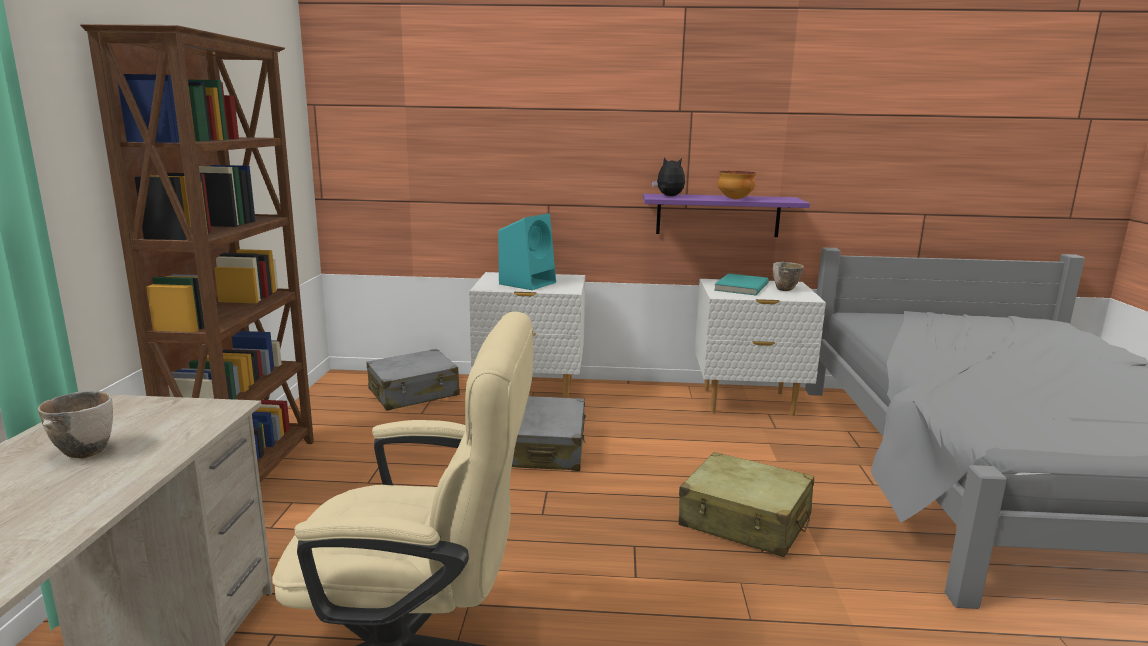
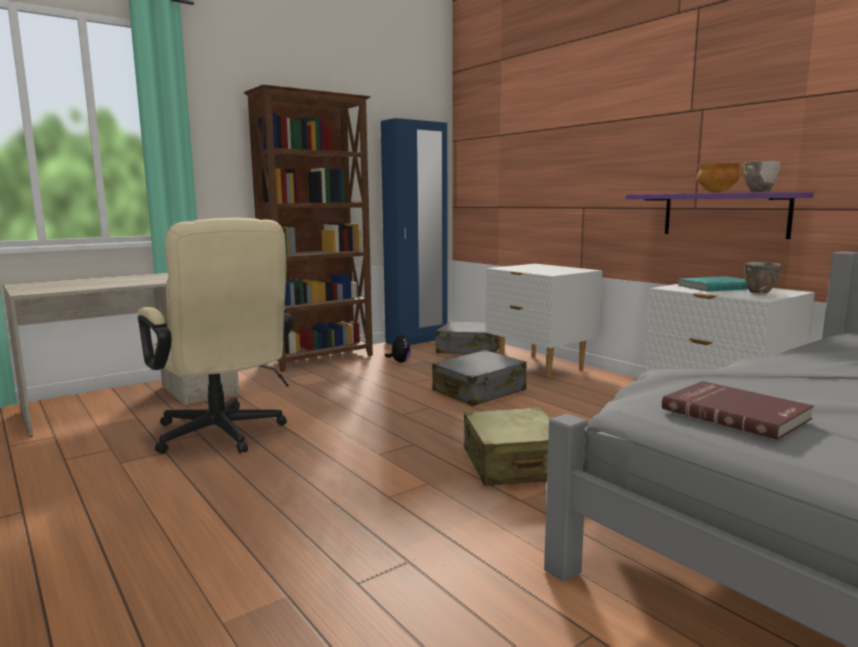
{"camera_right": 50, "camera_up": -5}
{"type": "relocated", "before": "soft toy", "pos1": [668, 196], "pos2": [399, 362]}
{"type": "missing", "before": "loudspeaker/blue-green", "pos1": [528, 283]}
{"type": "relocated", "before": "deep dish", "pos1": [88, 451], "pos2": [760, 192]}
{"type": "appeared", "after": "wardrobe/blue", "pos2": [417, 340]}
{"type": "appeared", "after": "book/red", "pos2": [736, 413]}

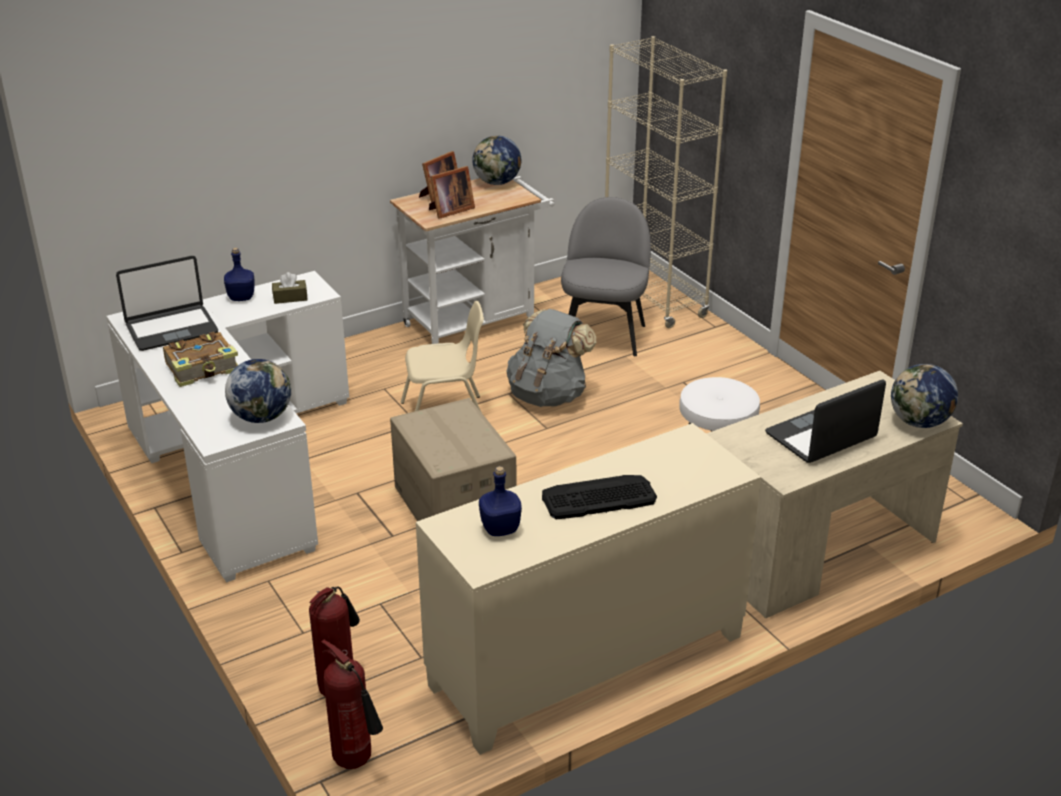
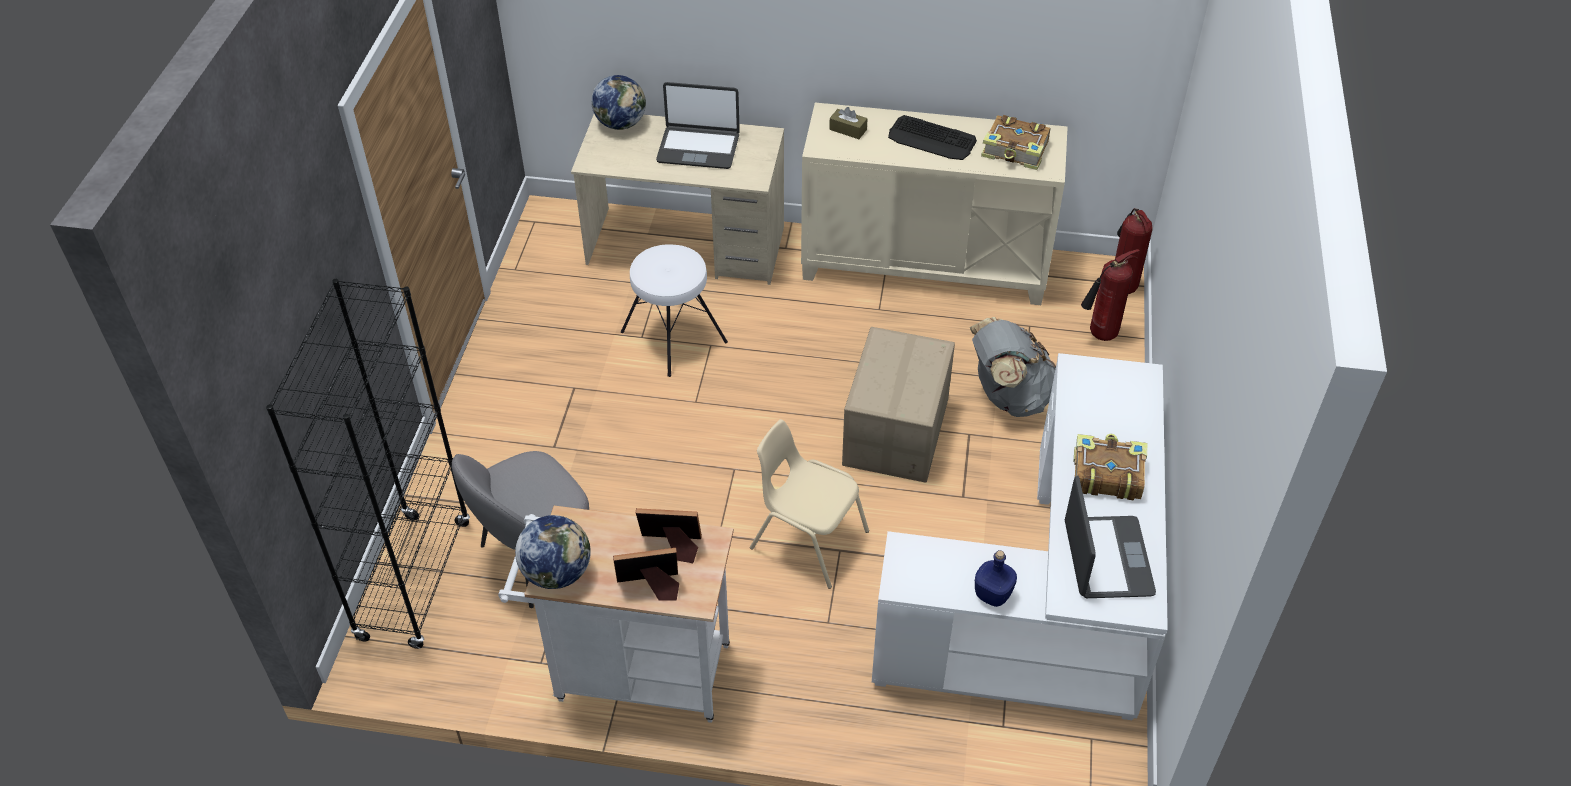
{"camera_right": -140, "camera_up": 15}
{"type": "colour", "before": "shelving unit/beige-coloured", "after": "shelving unit/blackish", "pos1": [654, 299], "pos2": [414, 580]}
{"type": "spun", "before": "portable computer", "pos1": [171, 329], "pos2": [1106, 558], "turn": 75}
{"type": "relocated", "before": "tissue holder/brown-coloured", "pos1": [290, 298], "pos2": [848, 129]}
{"type": "relocated", "before": "backpack/greyish", "pos1": [548, 395], "pos2": [1008, 396]}
{"type": "missing", "before": "globe", "pos1": [261, 417]}
{"type": "exchanged", "before": "beverage bottle/blue", "after": "book", "pos1": [499, 529], "pos2": [1016, 151]}

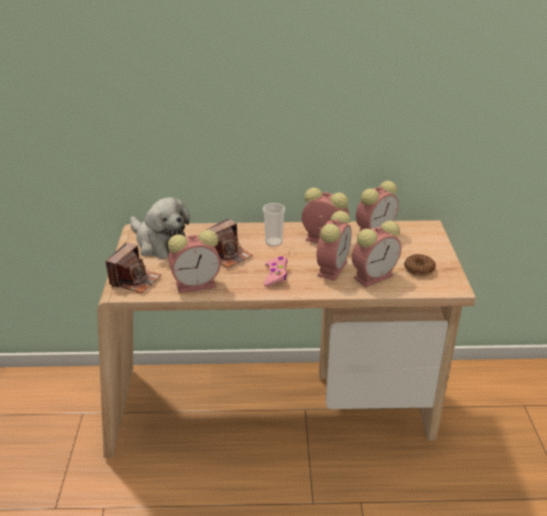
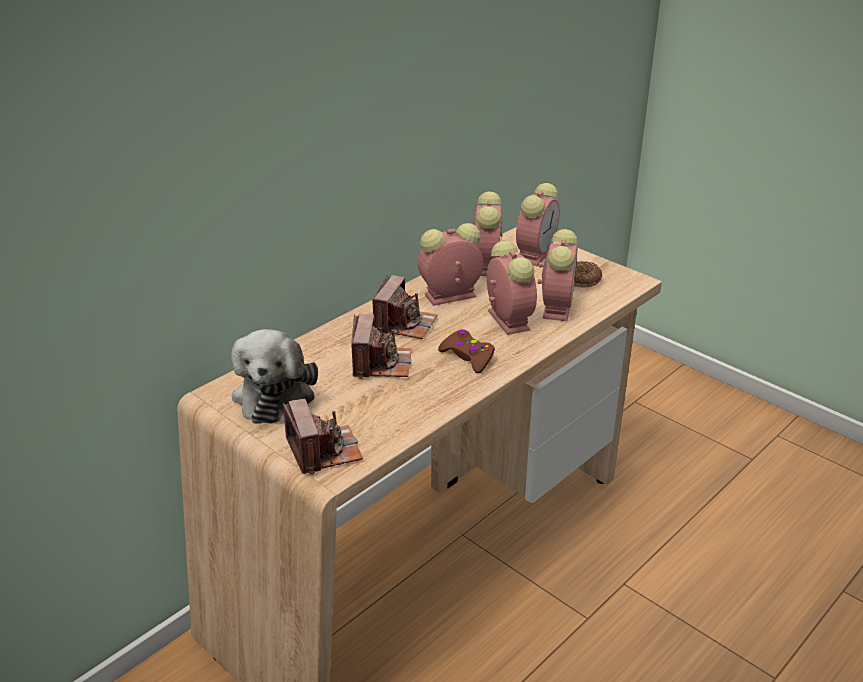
{"camera_right": -45, "camera_up": 0}
{"type": "spun", "before": "soft toy", "pos1": [160, 243], "pos2": [275, 394], "turn": 90}
{"type": "exchanged", "before": "drinking cup", "after": "still camera", "pos1": [273, 242], "pos2": [404, 324]}
{"type": "relocated", "before": "table clock", "pos1": [197, 284], "pos2": [535, 253]}
{"type": "colour", "before": "game controller/pink-coloured", "after": "game controller/brown-coloured", "pos1": [275, 275], "pos2": [468, 357]}

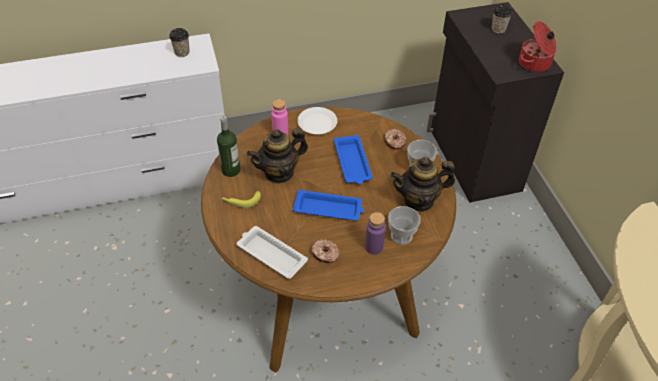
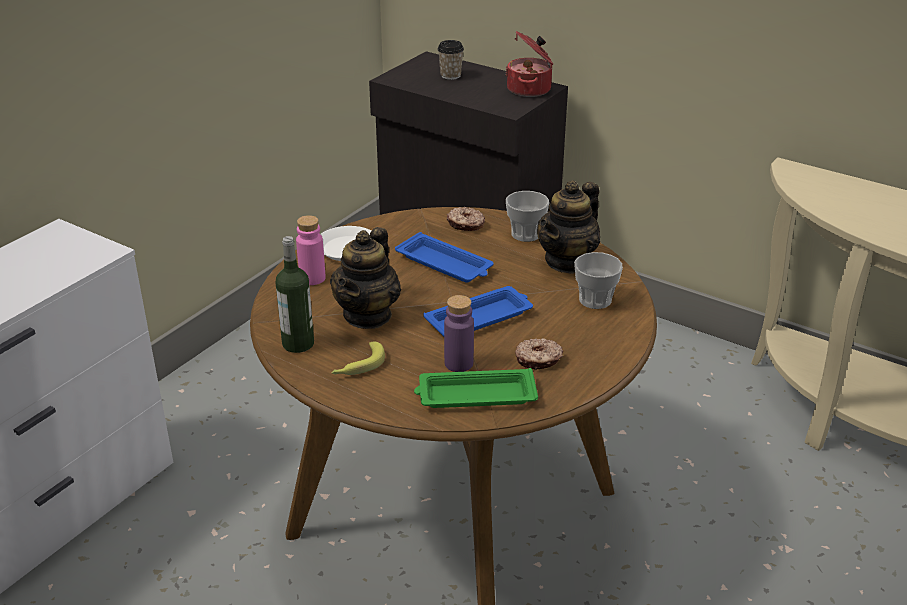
{"camera_right": -40, "camera_up": -15}
{"type": "missing", "before": "drinking cup", "pos1": [182, 52]}
{"type": "relocated", "before": "beverage bottle/purple-coloured", "pos1": [374, 247], "pos2": [458, 363]}
{"type": "colour", "before": "tray/whitish", "after": "tray/greenish", "pos1": [270, 254], "pos2": [474, 395]}

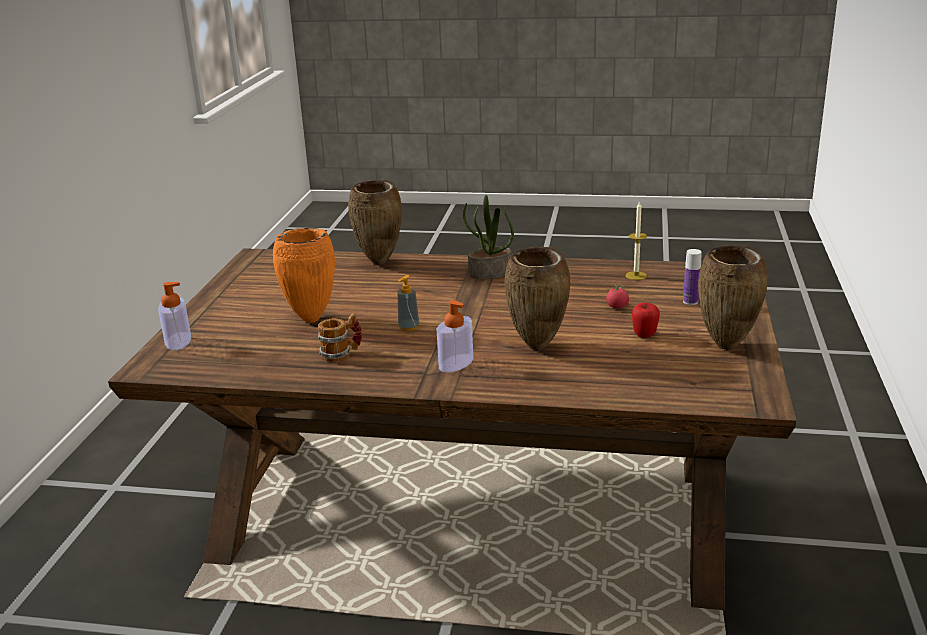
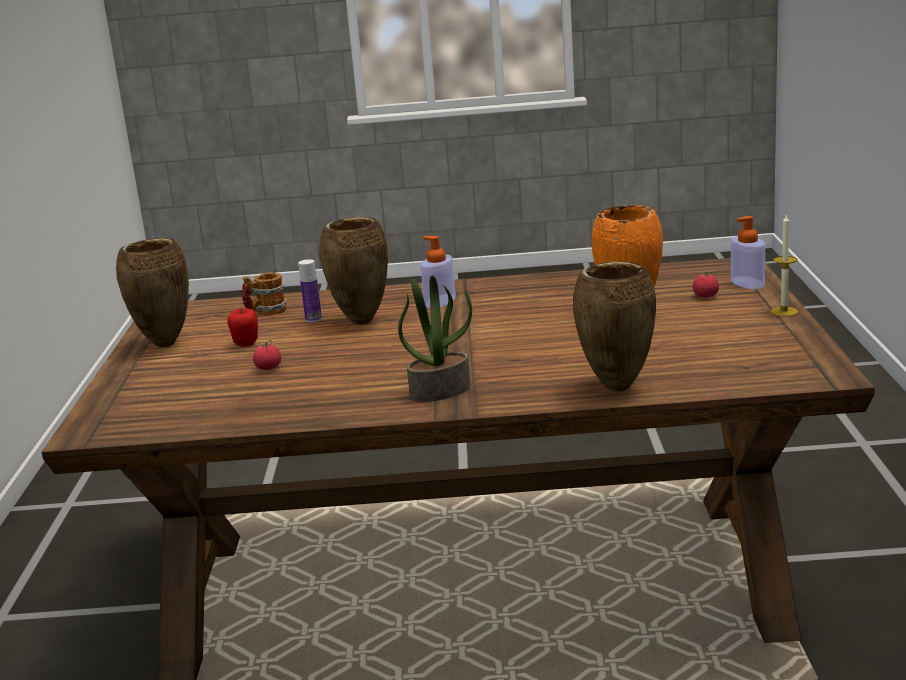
{"camera_right": 170, "camera_up": -5}
{"type": "relocated", "before": "candle", "pos1": [636, 275], "pos2": [784, 311]}
{"type": "relocated", "before": "beverage bottle", "pos1": [690, 301], "pos2": [313, 319]}
{"type": "missing", "before": "soap bottle", "pos1": [408, 327]}
{"type": "relocated", "before": "tea mug", "pos1": [341, 354], "pos2": [265, 312]}
{"type": "appeared", "after": "tomato", "pos2": [705, 296]}

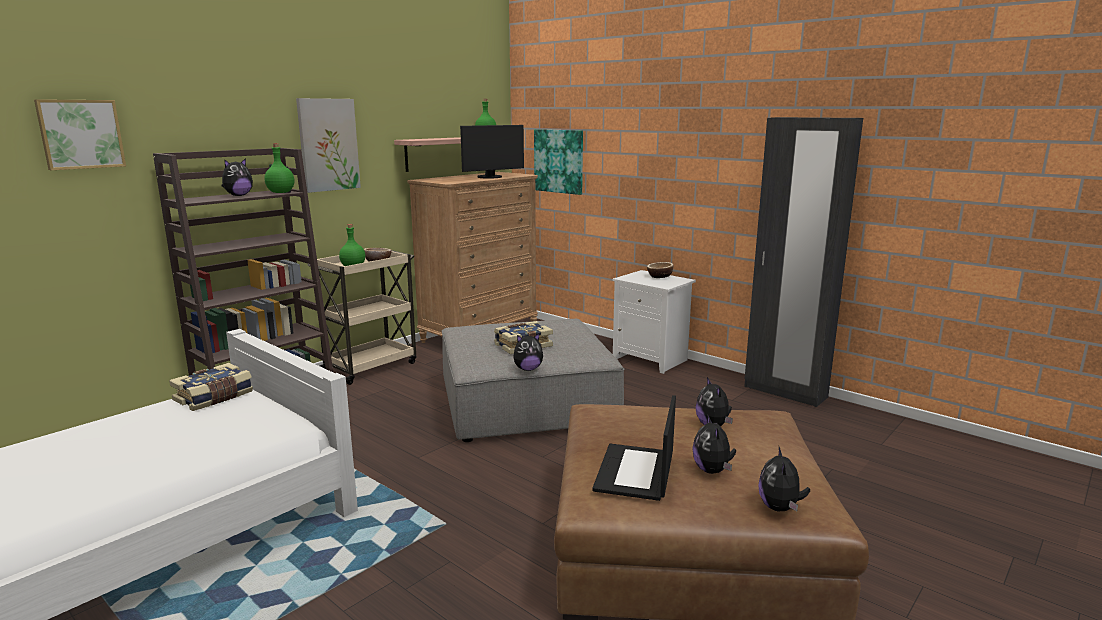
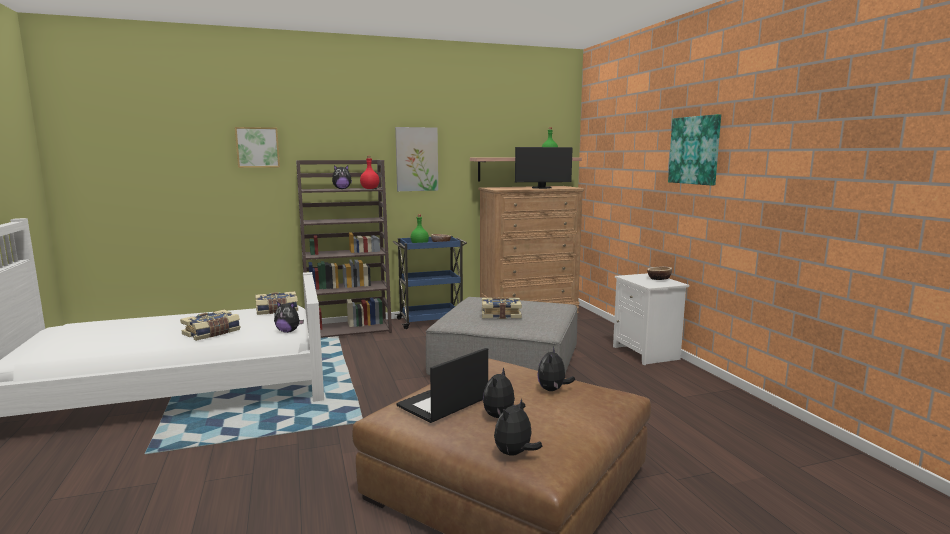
{"camera_right": 30, "camera_up": -5}
{"type": "missing", "before": "wardrobe/blackish", "pos1": [785, 392]}
{"type": "relocated", "before": "picture", "pos1": [559, 161], "pos2": [695, 150]}
{"type": "colour", "before": "beverage bottle/greenish", "after": "beverage bottle/red", "pos1": [281, 192], "pos2": [370, 188]}
{"type": "colour", "before": "wheeled cart/beige-coloured", "after": "wheeled cart/blue", "pos1": [371, 366], "pos2": [431, 321]}
{"type": "relocated", "before": "soft toy", "pos1": [528, 369], "pos2": [288, 331]}
{"type": "appeared", "after": "book", "pos2": [212, 333]}

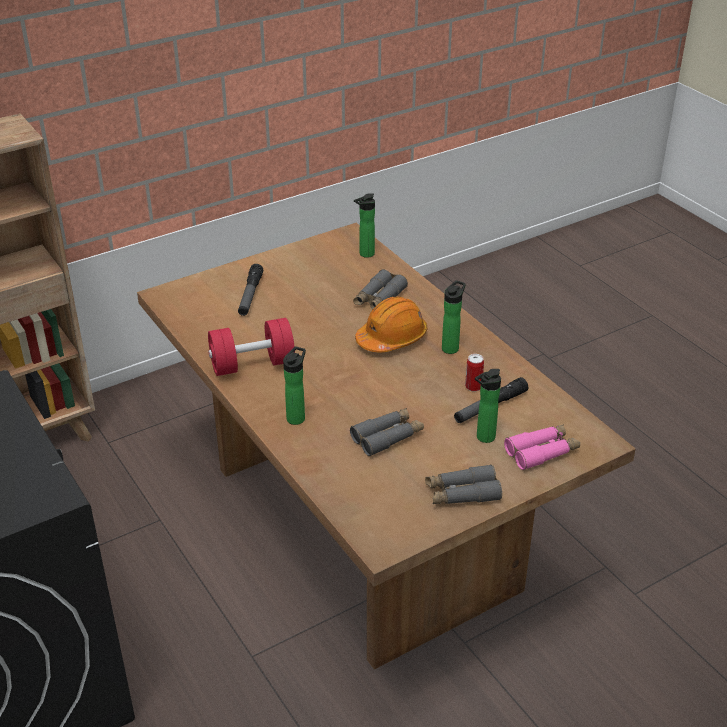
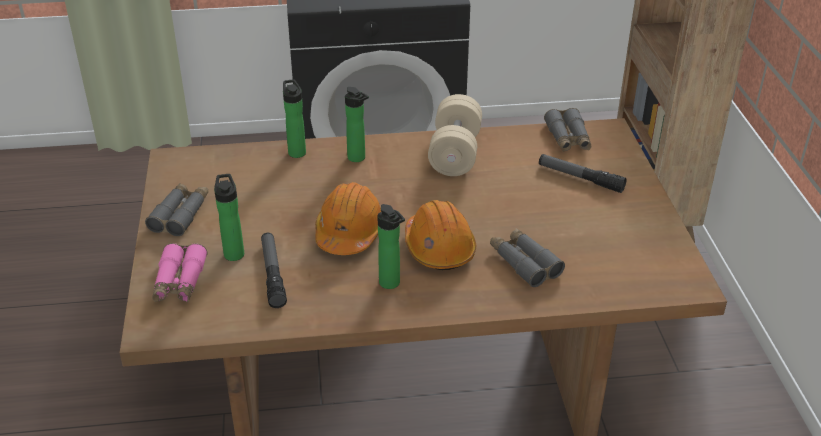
{"camera_right": 115, "camera_up": 0}
{"type": "relocated", "before": "beverage bottle", "pos1": [365, 254], "pos2": [296, 151]}
{"type": "colour", "before": "hand weight/red", "after": "hand weight/beige-coloured", "pos1": [252, 364], "pos2": [455, 154]}
{"type": "missing", "before": "sealed can", "pos1": [473, 387]}
{"type": "relocated", "before": "pair of binoculars/greyish", "pos1": [387, 437], "pos2": [568, 138]}
{"type": "appeared", "after": "work helmet/orangey", "pos2": [349, 232]}

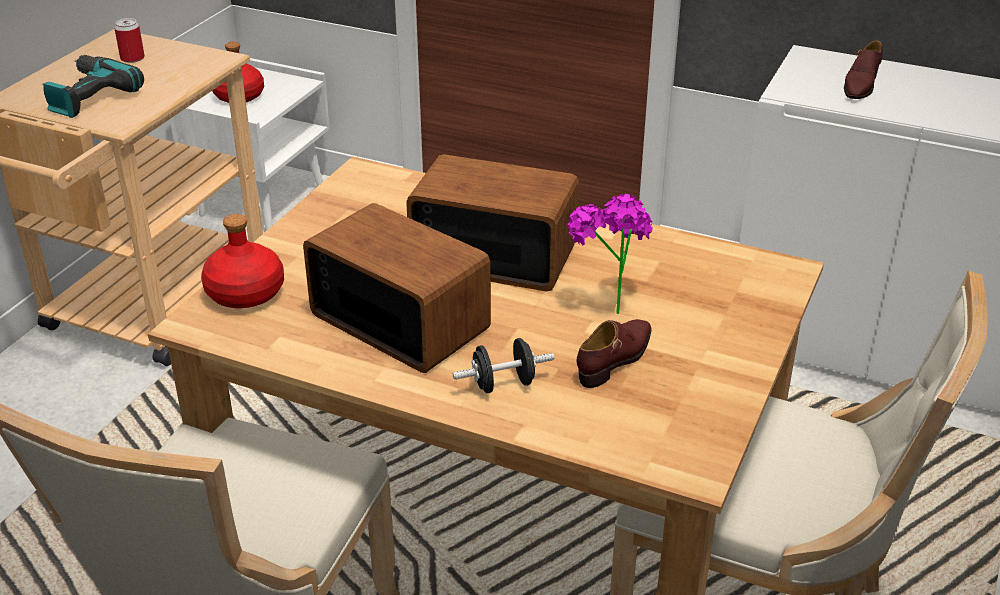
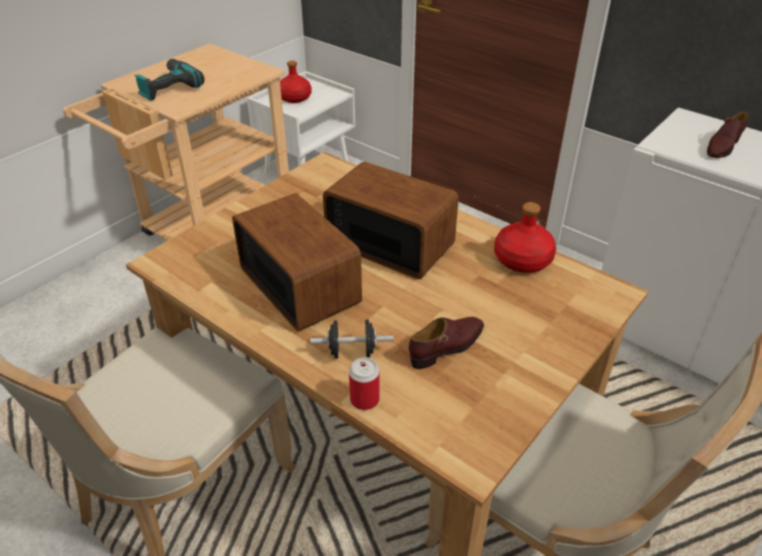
{"camera_right": 15, "camera_up": 5}
{"type": "relocated", "before": "sealed can", "pos1": [132, 58], "pos2": [364, 399]}
{"type": "missing", "before": "houseplant", "pos1": [607, 305]}
{"type": "relocated", "before": "beverage bottle/red", "pos1": [245, 293], "pos2": [522, 260]}

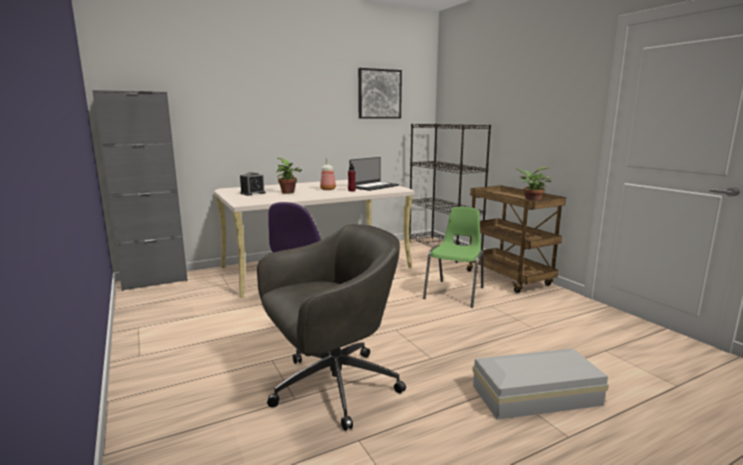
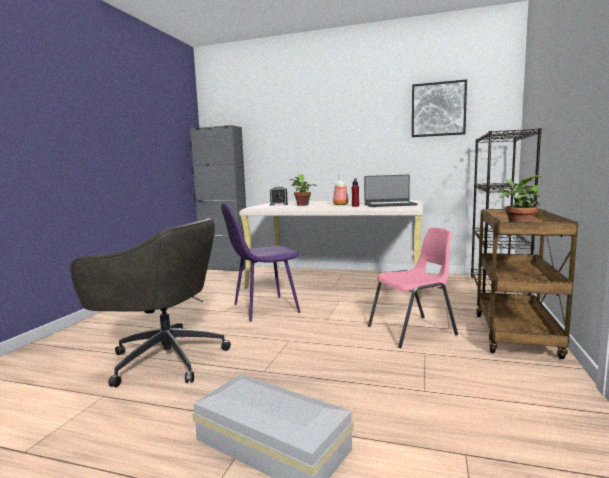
{"camera_right": 45, "camera_up": -5}
{"type": "colour", "before": "plain chair/greenish", "after": "plain chair/pink-coloured", "pos1": [455, 293], "pos2": [413, 331]}

